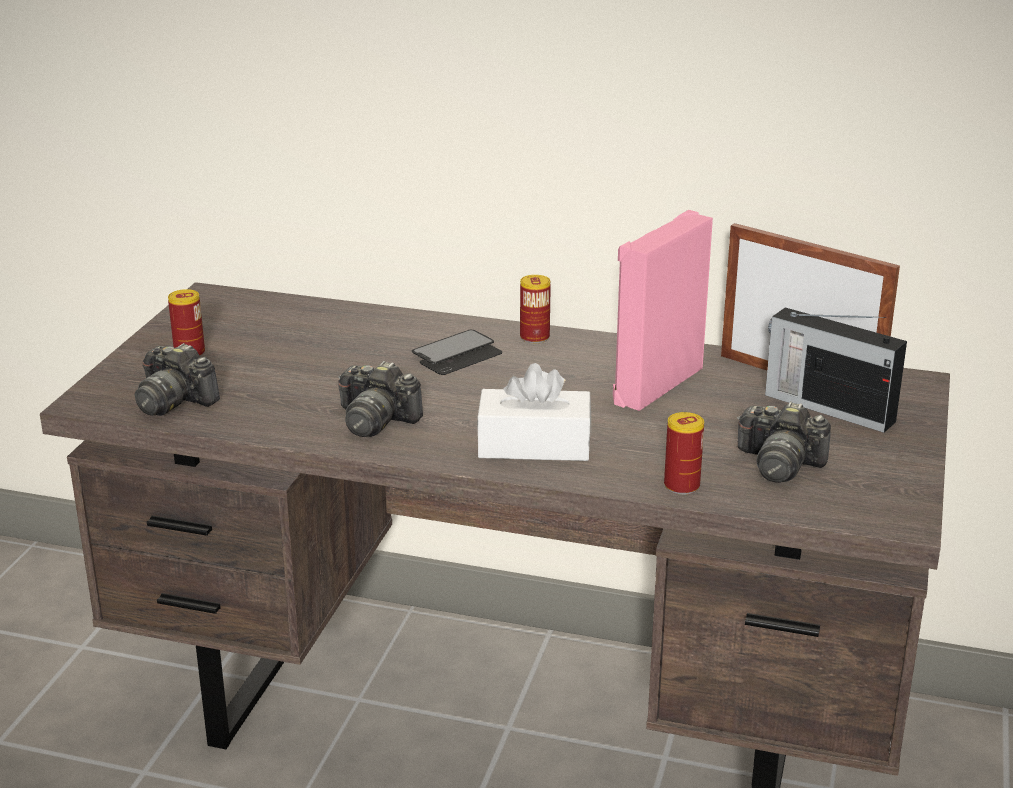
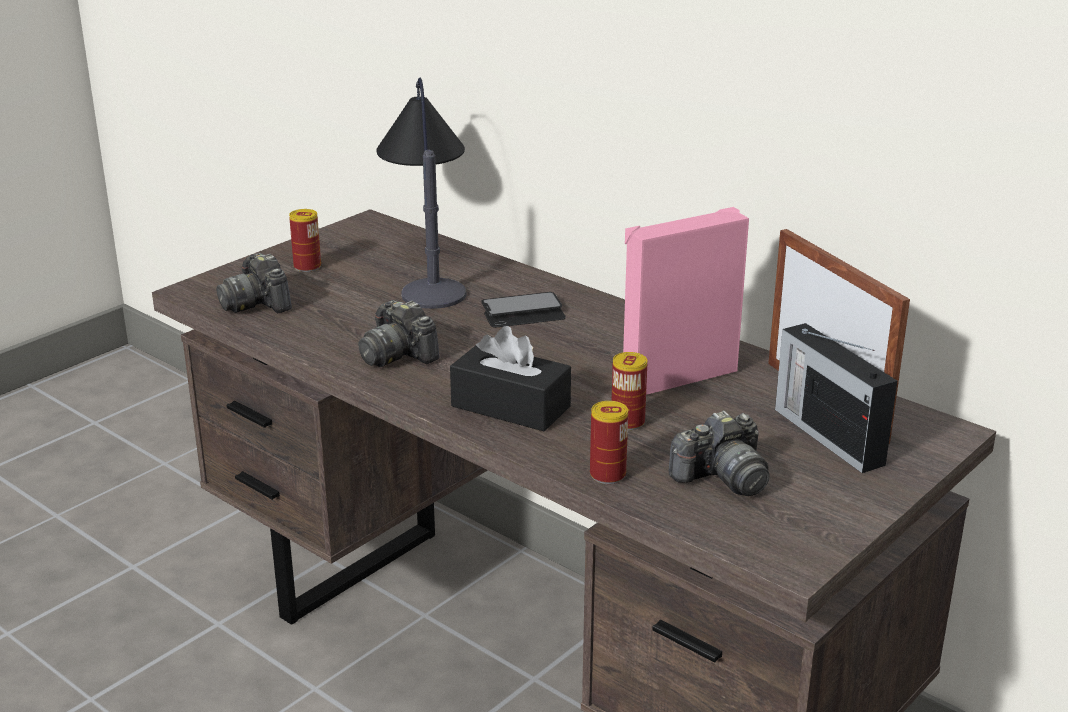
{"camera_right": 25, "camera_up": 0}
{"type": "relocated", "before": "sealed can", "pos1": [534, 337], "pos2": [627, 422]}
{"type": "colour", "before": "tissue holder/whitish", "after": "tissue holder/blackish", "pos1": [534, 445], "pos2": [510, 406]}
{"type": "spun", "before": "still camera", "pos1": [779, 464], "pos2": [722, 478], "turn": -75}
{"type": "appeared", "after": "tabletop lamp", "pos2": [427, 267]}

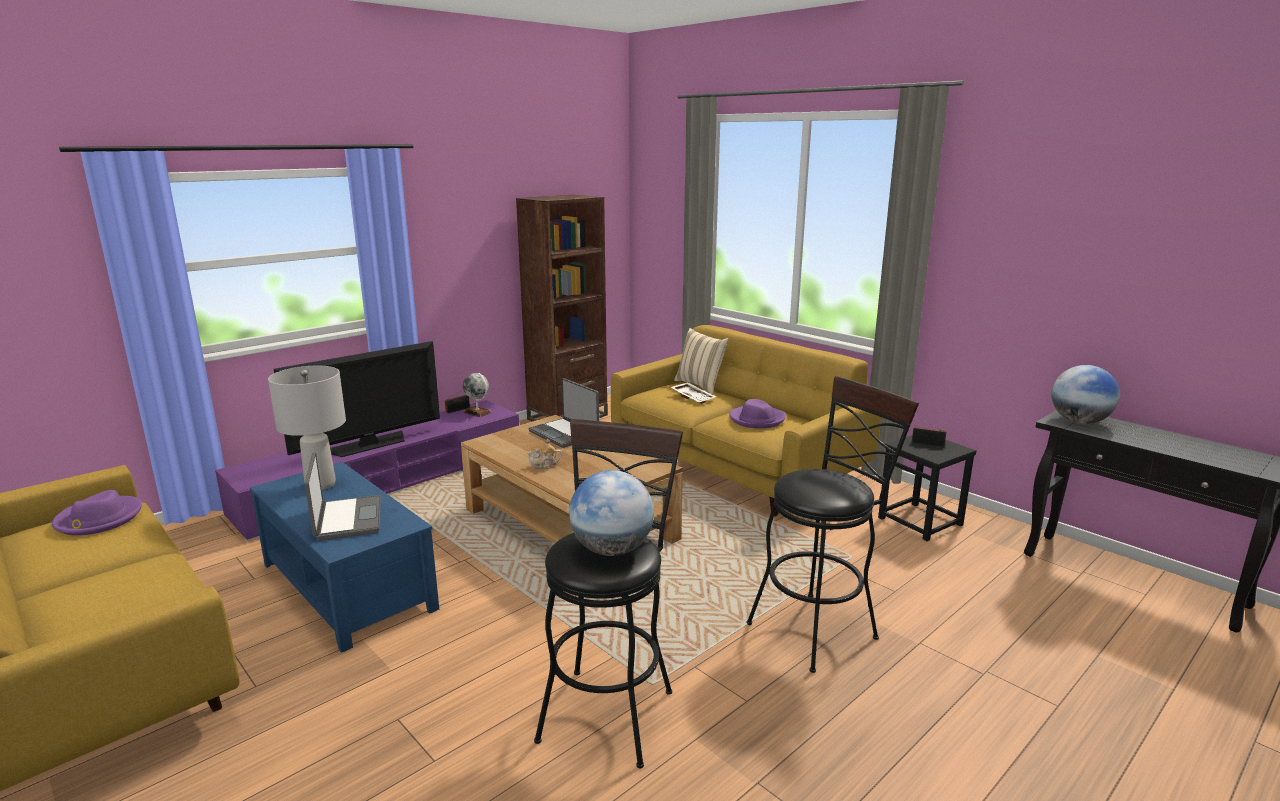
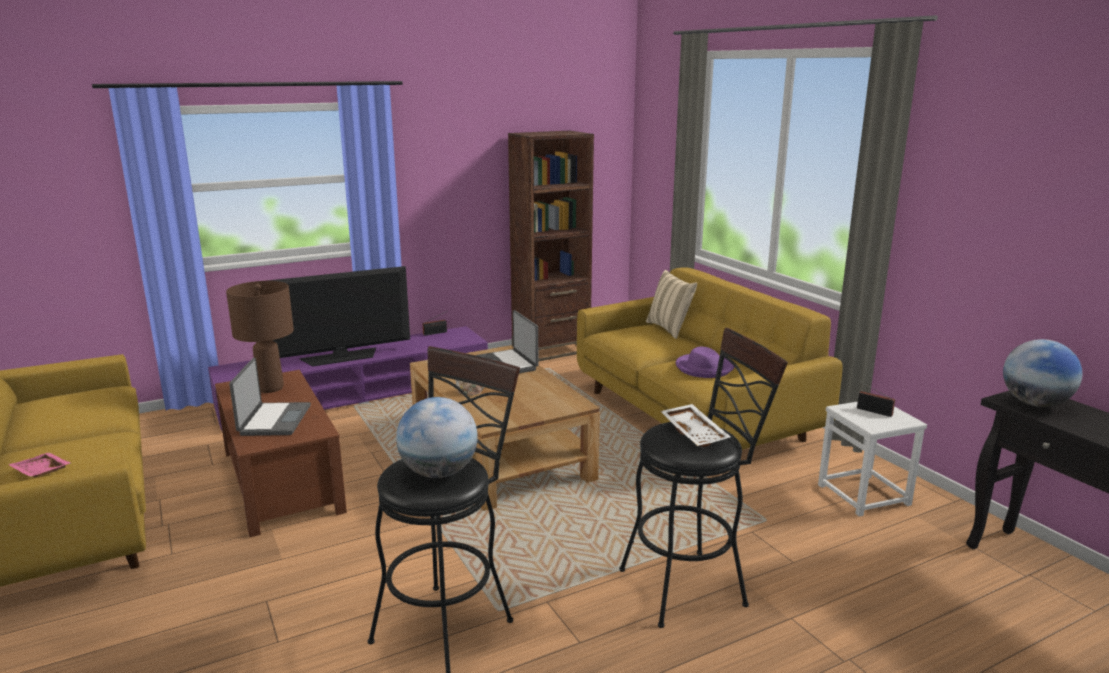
{"camera_right": 15, "camera_up": 0}
{"type": "colour", "before": "tabletop lamp/greyish", "after": "tabletop lamp/brown-coloured", "pos1": [321, 484], "pos2": [271, 388]}
{"type": "missing", "before": "globe", "pos1": [477, 412]}
{"type": "relocated", "before": "tray/whitish", "pos1": [693, 397], "pos2": [695, 433]}
{"type": "colour", "before": "stool/blackish", "after": "stool/whitish", "pos1": [920, 521], "pos2": [864, 495]}
{"type": "colour", "before": "low table/blue", "after": "low table/brown-coloured", "pos1": [346, 587], "pos2": [280, 481]}
{"type": "missing", "before": "wearable hat/purple-coloured", "pos1": [98, 519]}
{"type": "appeared", "after": "tray/pink-coloured", "pos2": [40, 473]}

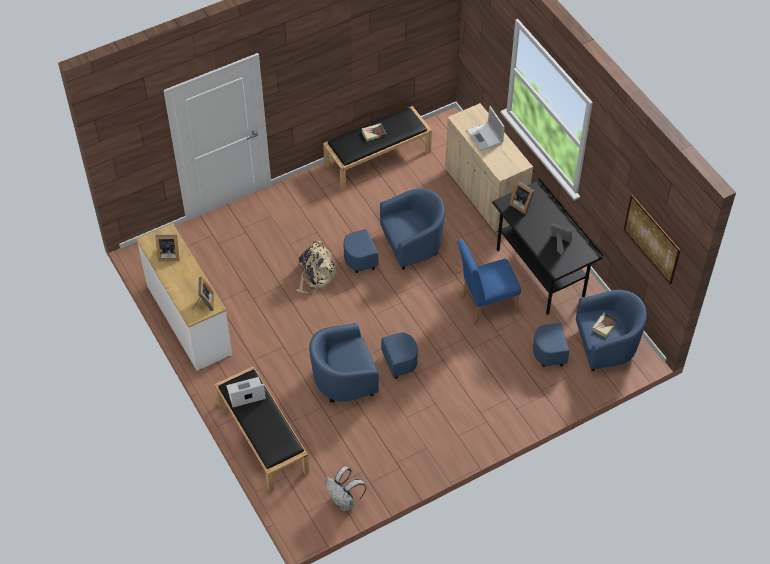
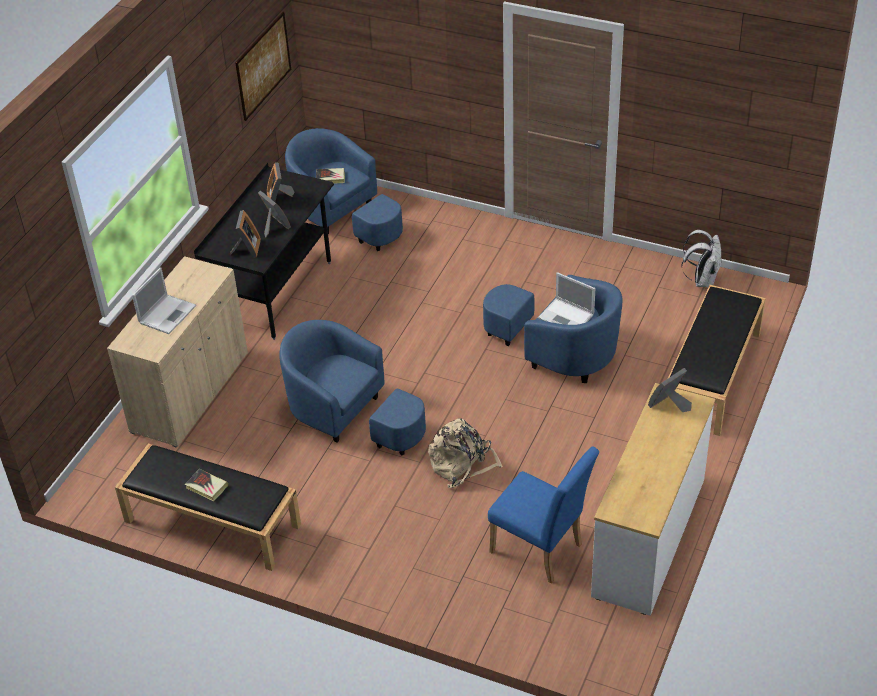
{"camera_right": -125, "camera_up": -10}
{"type": "relocated", "before": "standing frame", "pos1": [168, 254], "pos2": [274, 226]}
{"type": "relocated", "before": "plain chair/blue", "pos1": [484, 305], "pos2": [541, 551]}
{"type": "relocated", "before": "portable computer", "pos1": [245, 393], "pos2": [567, 316]}

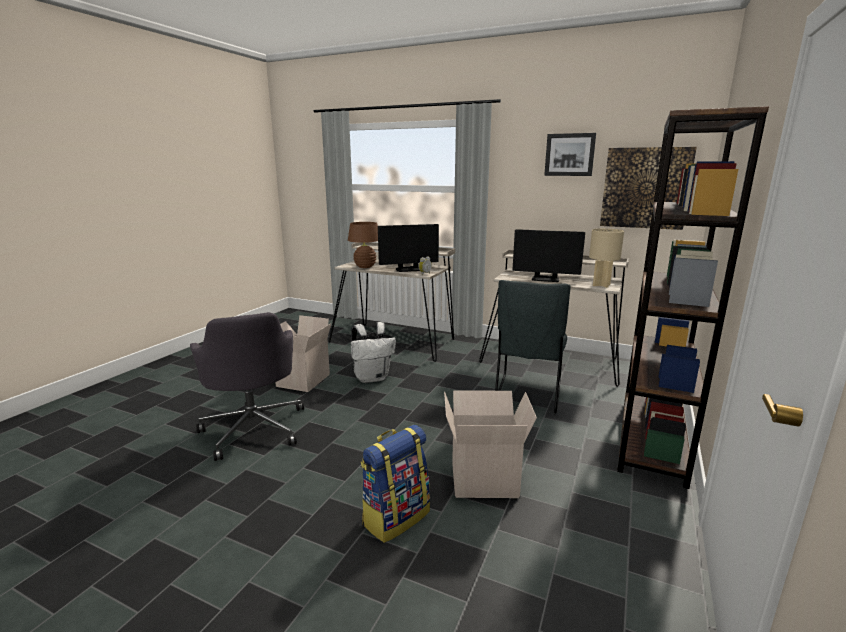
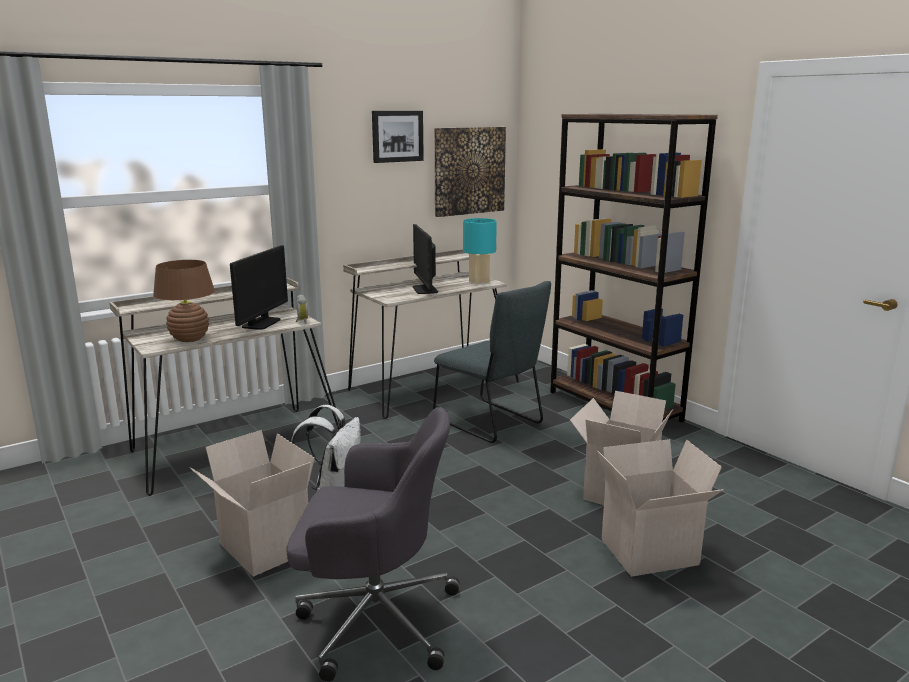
{"camera_right": -60, "camera_up": 0}
{"type": "colour", "before": "tabletop lamp/beige-coloured", "after": "tabletop lamp/blue-green", "pos1": [601, 285], "pos2": [479, 282]}
{"type": "spun", "before": "computer display", "pos1": [545, 279], "pos2": [425, 289], "turn": 120}
{"type": "exchanged", "before": "backpack", "after": "packing box", "pos1": [395, 517], "pos2": [649, 554]}

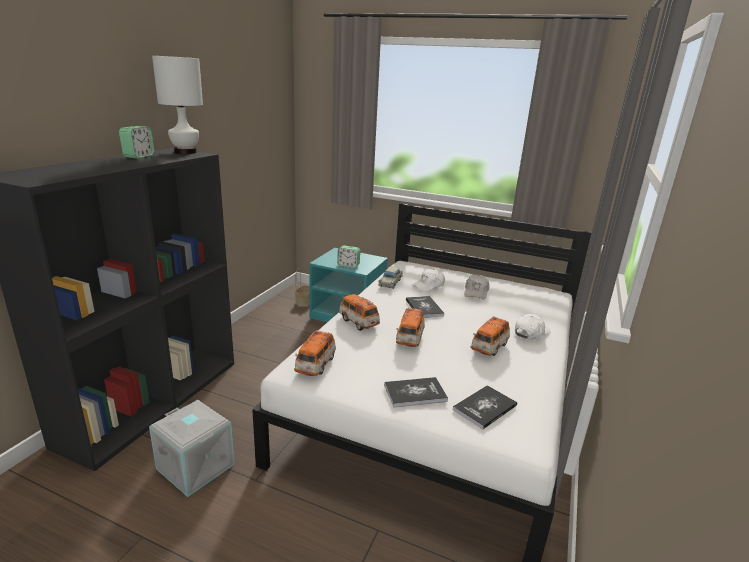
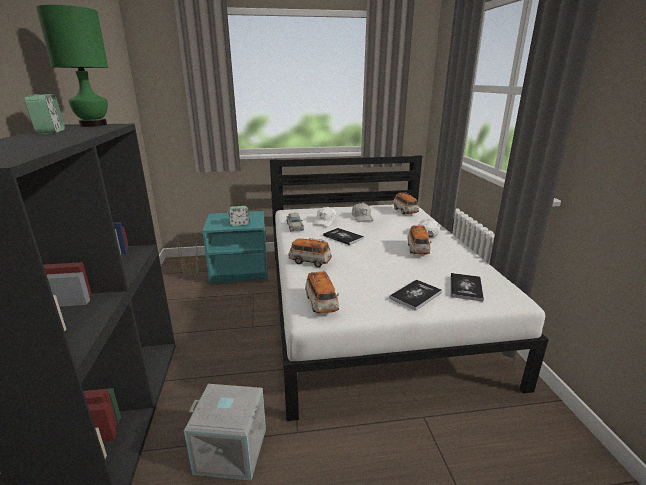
{"camera_right": -30, "camera_up": 0}
{"type": "colour", "before": "tabletop lamp/whitish", "after": "tabletop lamp/greenish", "pos1": [186, 152], "pos2": [94, 125]}
{"type": "relocated", "before": "model car", "pos1": [409, 338], "pos2": [405, 211]}

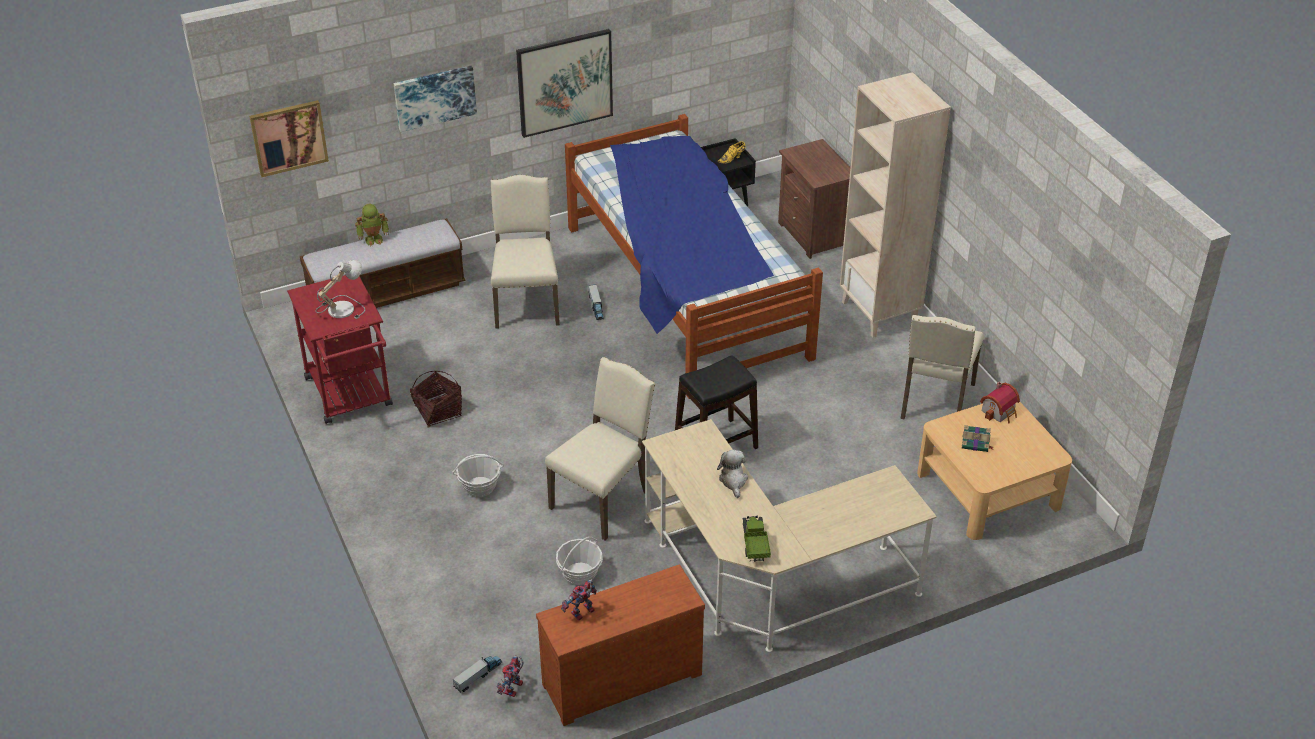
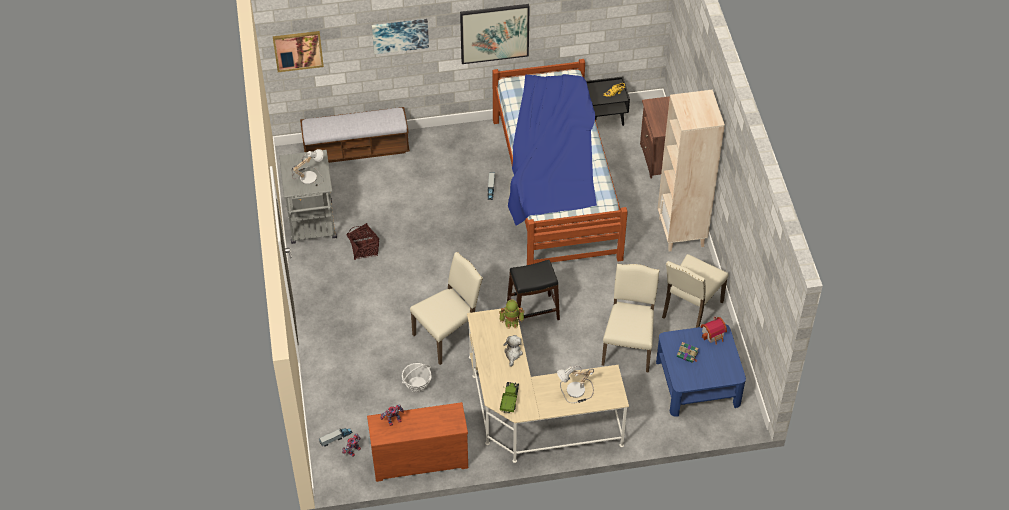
{"camera_right": 15, "camera_up": 10}
{"type": "relocated", "before": "plain chair/beige-coloured", "pos1": [526, 303], "pos2": [628, 346]}
{"type": "relocated", "before": "model robot", "pos1": [374, 239], "pos2": [511, 321]}
{"type": "colour", "before": "wheeled cart/red", "after": "wheeled cart/greyish", "pos1": [351, 397], "pos2": [312, 226]}
{"type": "colour", "before": "low table/beige-coloured", "after": "low table/blue", "pos1": [988, 489], "pos2": [698, 382]}
{"type": "missing", "before": "basket", "pos1": [480, 487]}
{"type": "appeared", "after": "tabletop lamp", "pos2": [575, 391]}

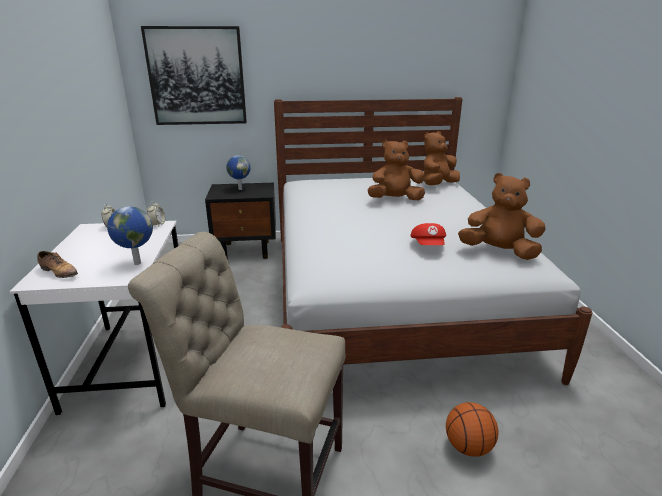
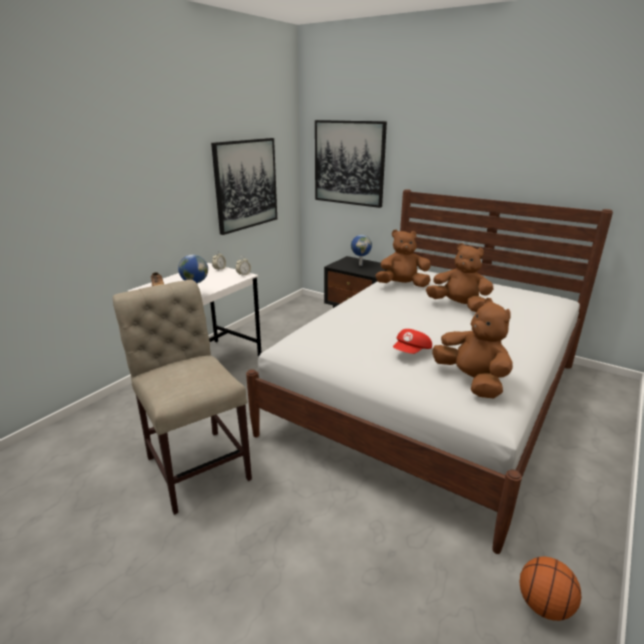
{"camera_right": 40, "camera_up": 0}
{"type": "relocated", "before": "soft toy/brown-coloured", "pos1": [437, 185], "pos2": [402, 285]}
{"type": "relocated", "before": "basketball ball", "pos1": [468, 447], "pos2": [543, 605]}
{"type": "appeared", "after": "picture", "pos2": [246, 184]}

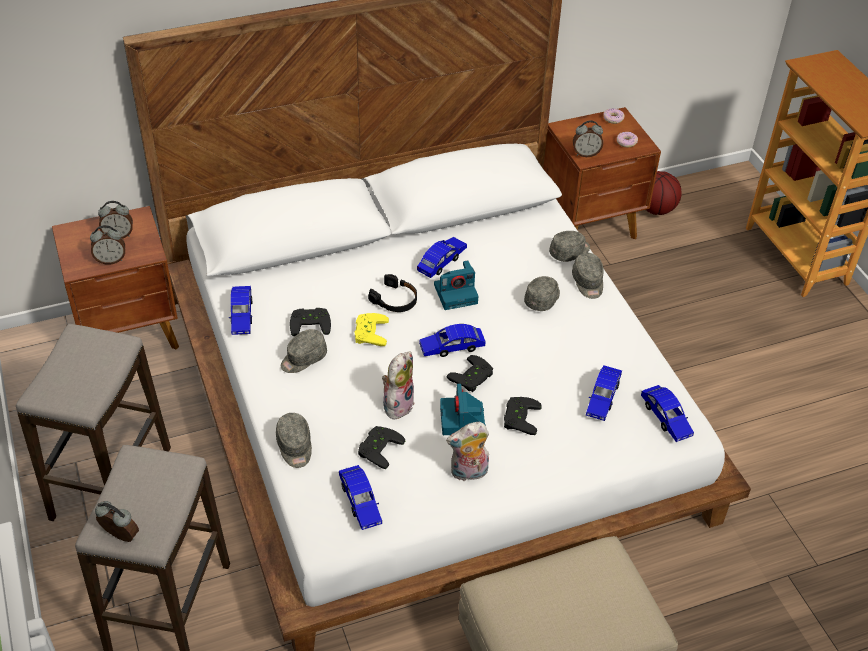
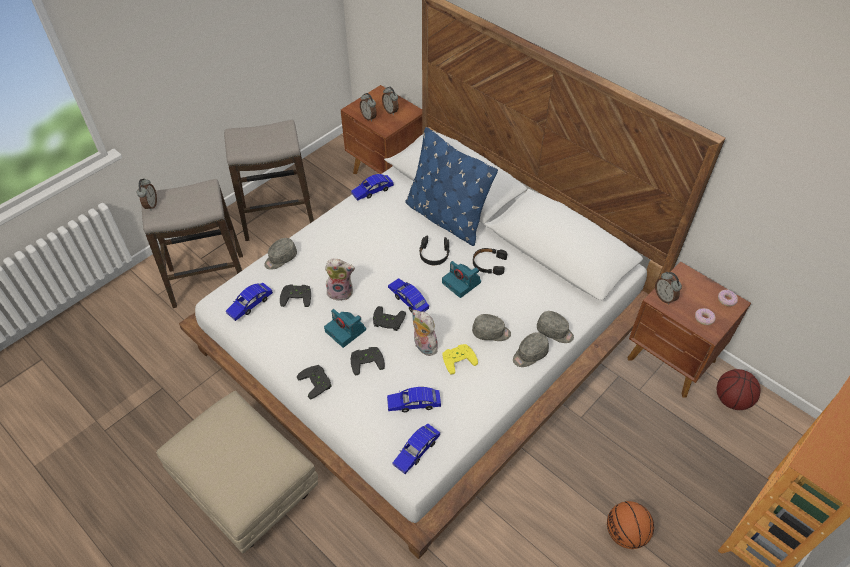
{"camera_right": 65, "camera_up": 5}
{"type": "exchanged", "before": "model car/blue", "after": "headphones/blackish", "pos1": [442, 262], "pos2": [488, 264]}
{"type": "relocated", "before": "game controller/blackish", "pos1": [310, 322], "pos2": [317, 382]}
{"type": "relocated", "before": "game controller/yellow", "pos1": [368, 332], "pos2": [458, 358]}
{"type": "missing", "before": "peaked cap/greyish", "pos1": [303, 358]}
{"type": "spun", "before": "still camera", "pos1": [463, 420], "pos2": [346, 331], "turn": -105}
{"type": "relocated", "before": "soft toy", "pos1": [468, 473], "pos2": [423, 346]}
{"type": "appeared", "after": "throw pillow/blue", "pos2": [446, 218]}
{"type": "appeared", "after": "basketball ball", "pos2": [625, 533]}

